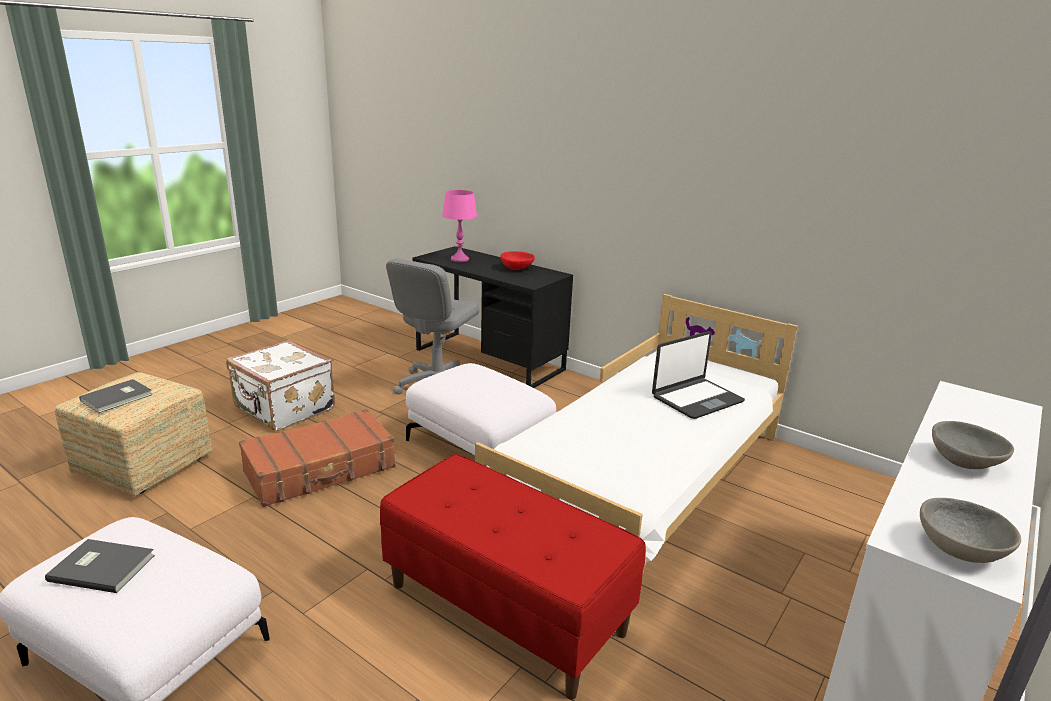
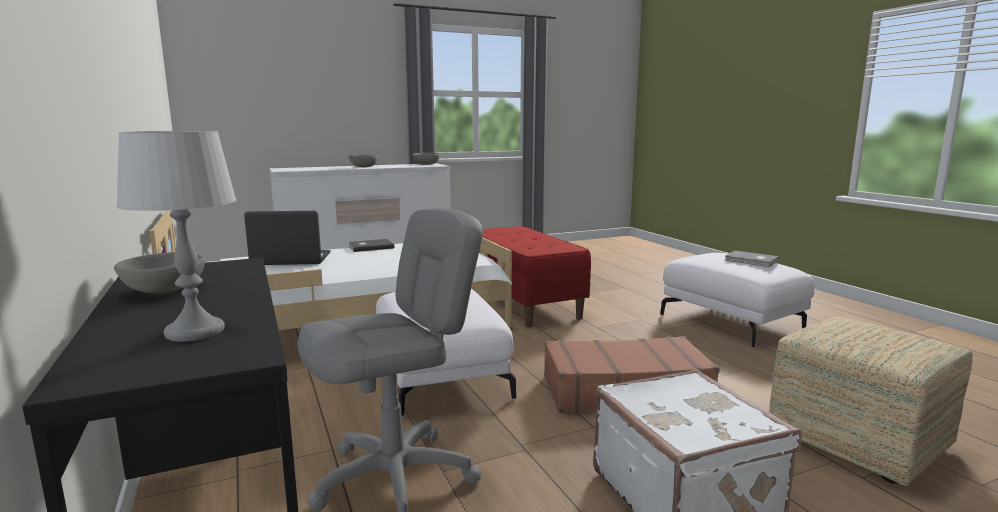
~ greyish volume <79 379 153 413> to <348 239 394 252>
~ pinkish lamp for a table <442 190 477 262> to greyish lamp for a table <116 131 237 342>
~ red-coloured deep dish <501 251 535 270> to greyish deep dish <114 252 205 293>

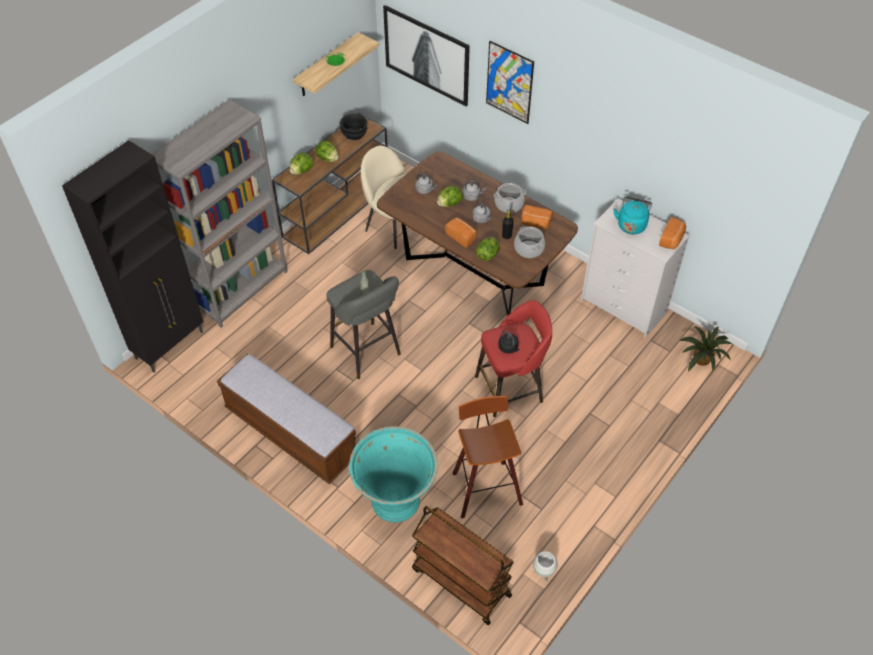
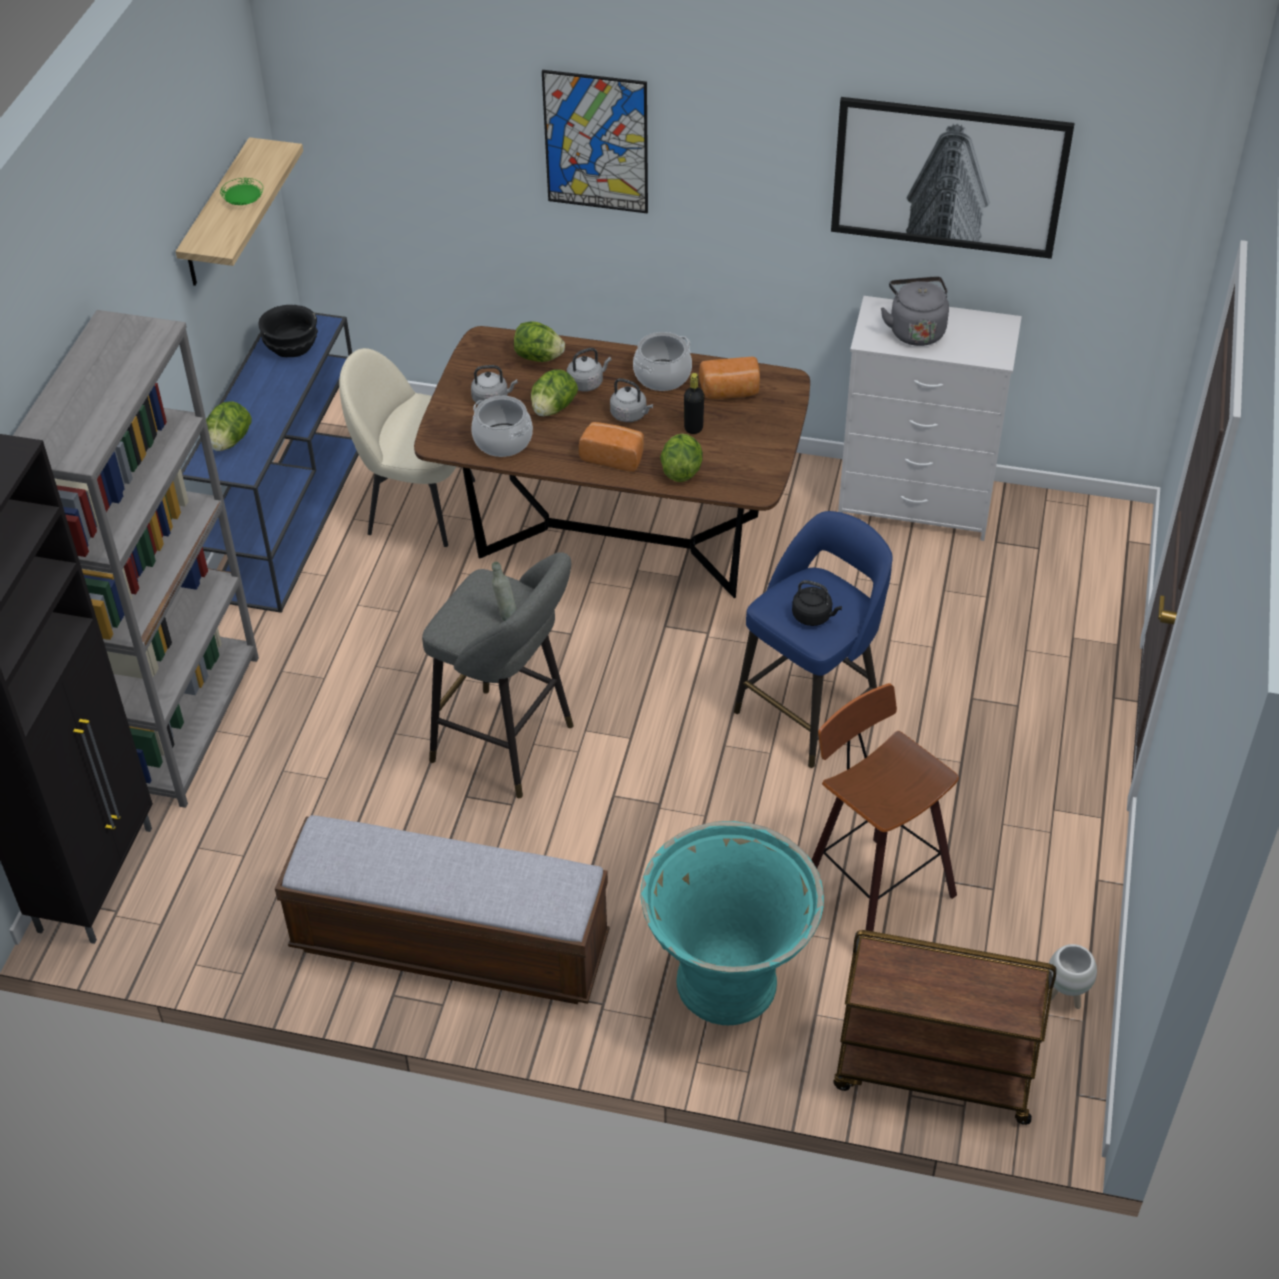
~ brownish console table <272 113 388 254> to blue console table <181 313 359 613>
~ head of lettuce <316 141 339 162> to <514 322 565 362>
~ wall picture <383 5 470 106> to <831 97 1075 259>
~ red-coloured sitting stool <475 300 552 417> to blue sitting stool <734 511 893 768>
~ cooking pot <514 226 545 258> to <471 396 533 457>
~ turquoise kettle <613 196 652 234> to greyish kettle <881 277 949 346>
- bread <659 217 686 249>
- houseplant <680 326 732 372>

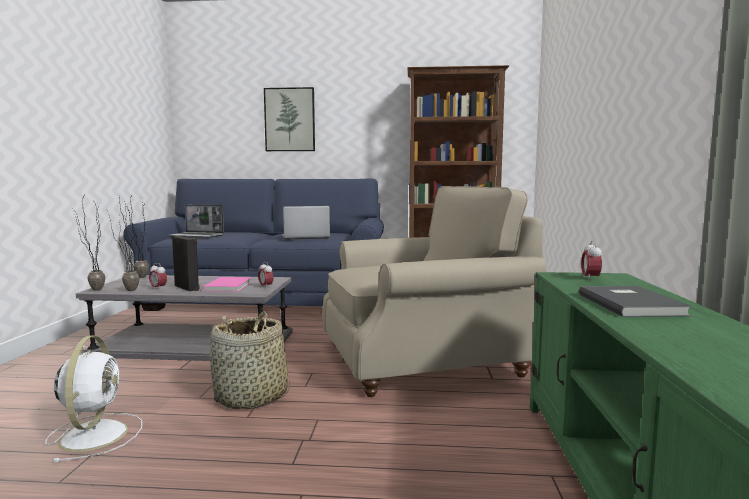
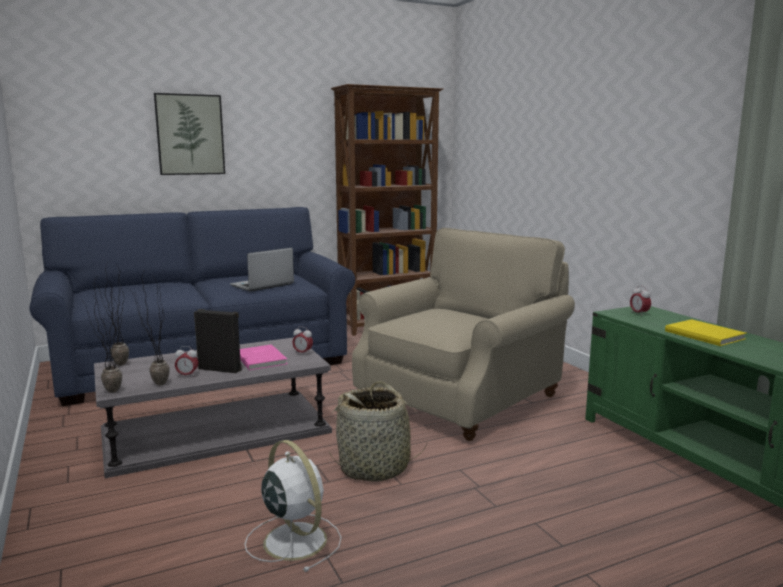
- portable computer <168 204 224 238>
~ greyish volume <579 286 692 317> to yellowish volume <665 319 747 346>

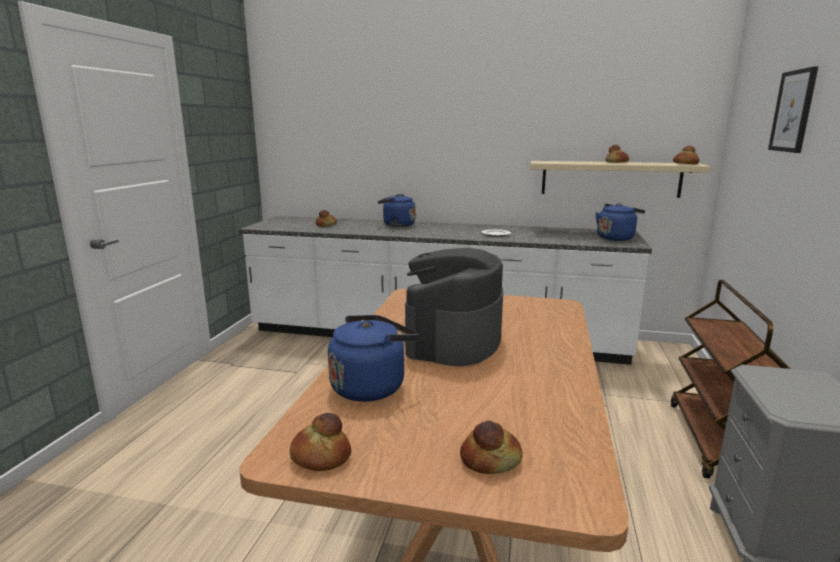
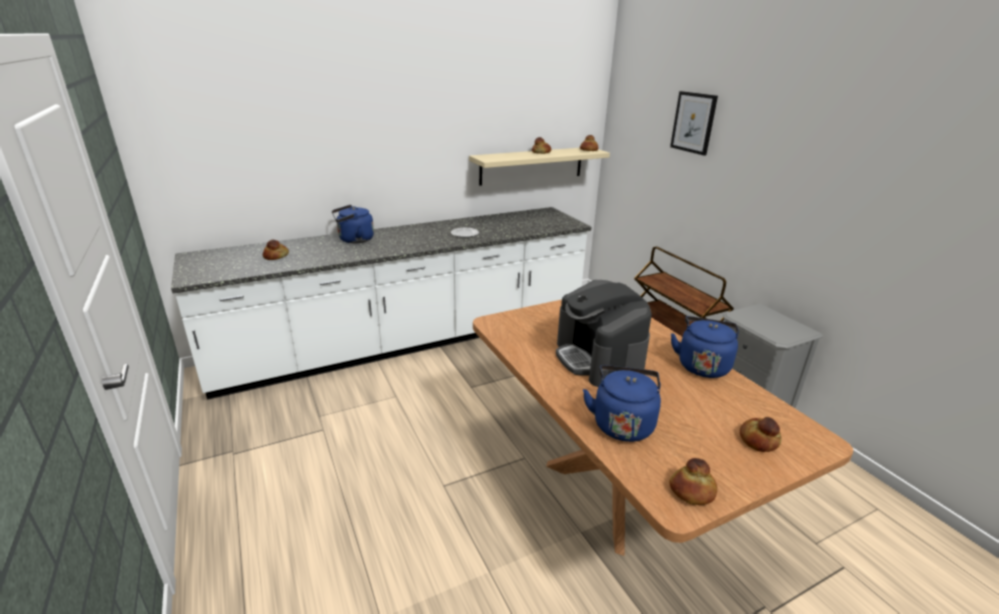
~ blue kettle <596 203 645 241> to <671 316 739 378>

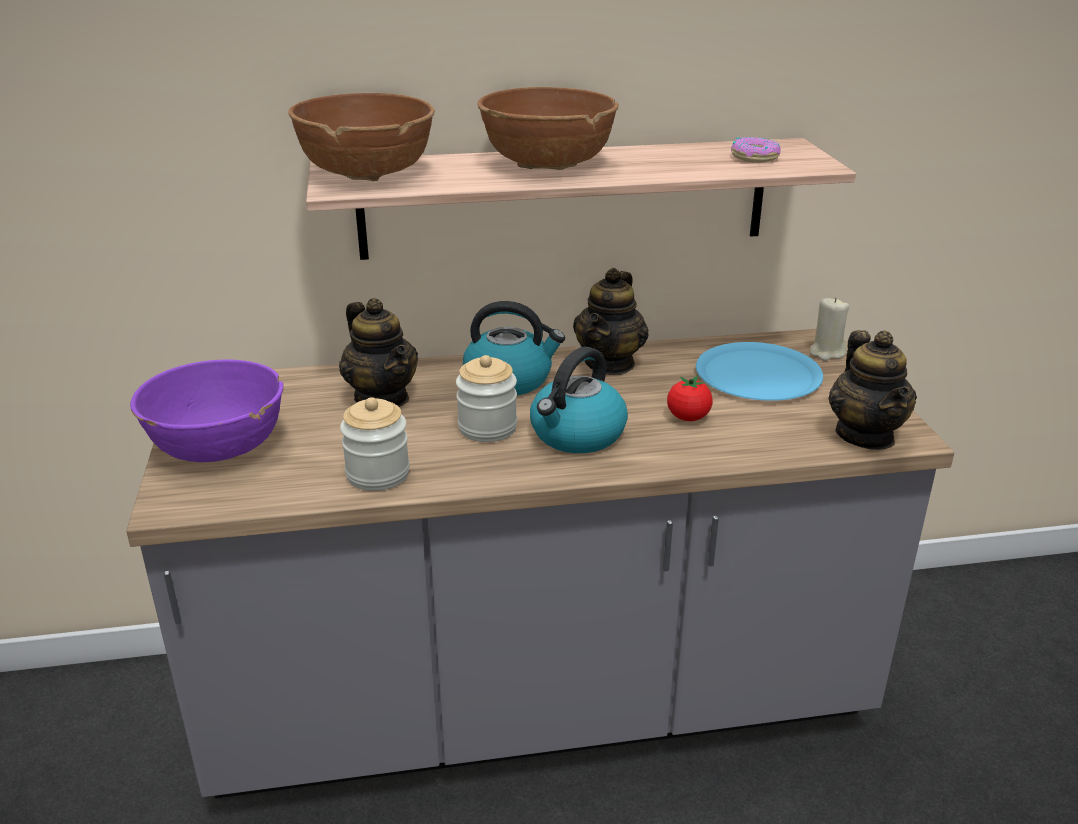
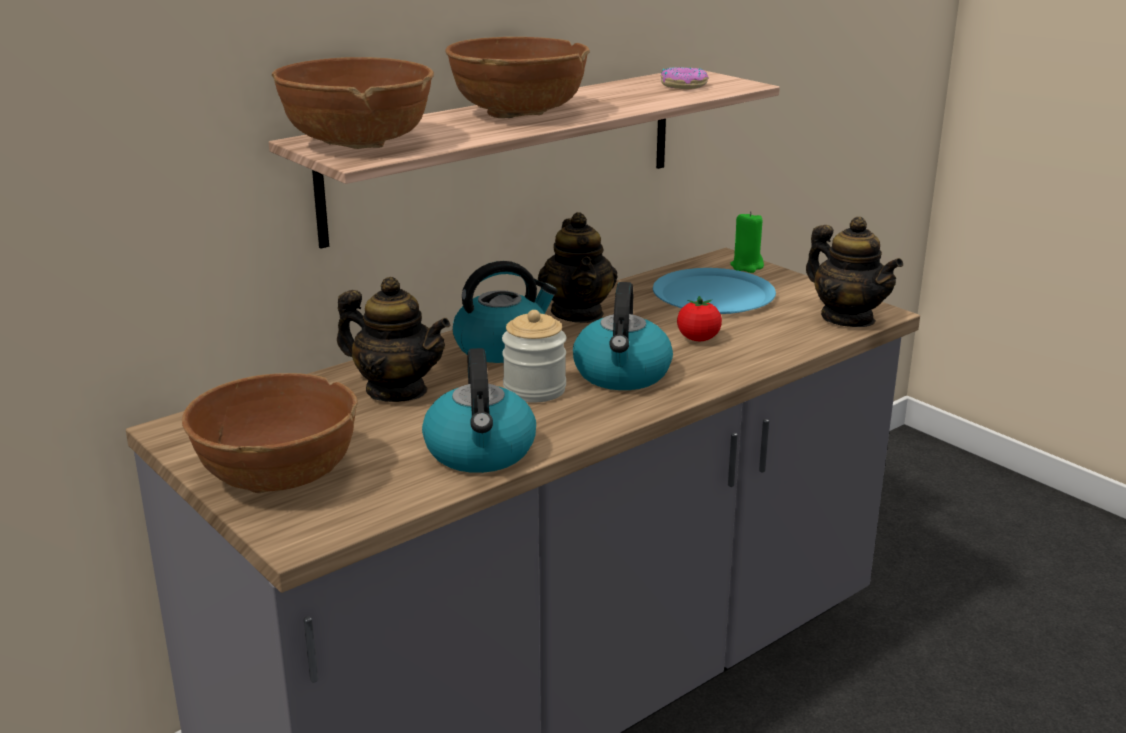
~ purple deep dish <130 359 284 462> to brownish deep dish <182 373 358 493>
~ preserve jar <340 397 410 491> to kettle <422 348 536 473>
~ beige candle <810 297 849 361> to green-coloured candle <730 211 764 273>

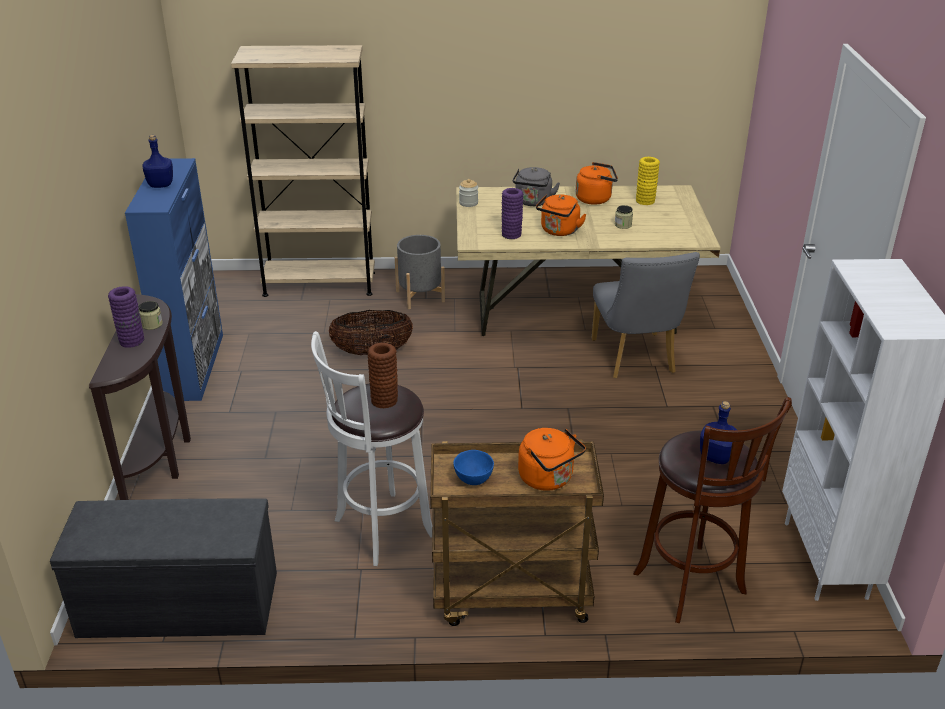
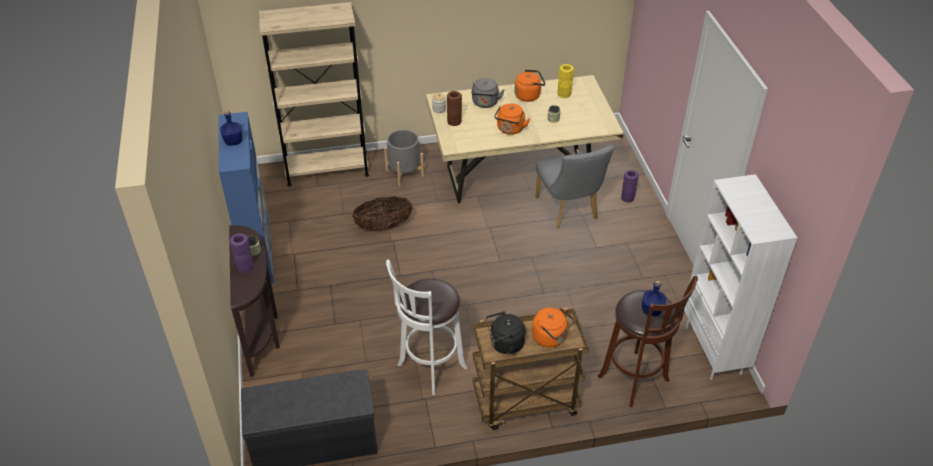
~ brownish vase <368 343 398 408> to <447 91 462 126>
~ blue deep dish <453 450 494 485> to black-coloured kettle <486 311 526 354>
~ purple vase <502 188 523 239> to <621 170 639 202>

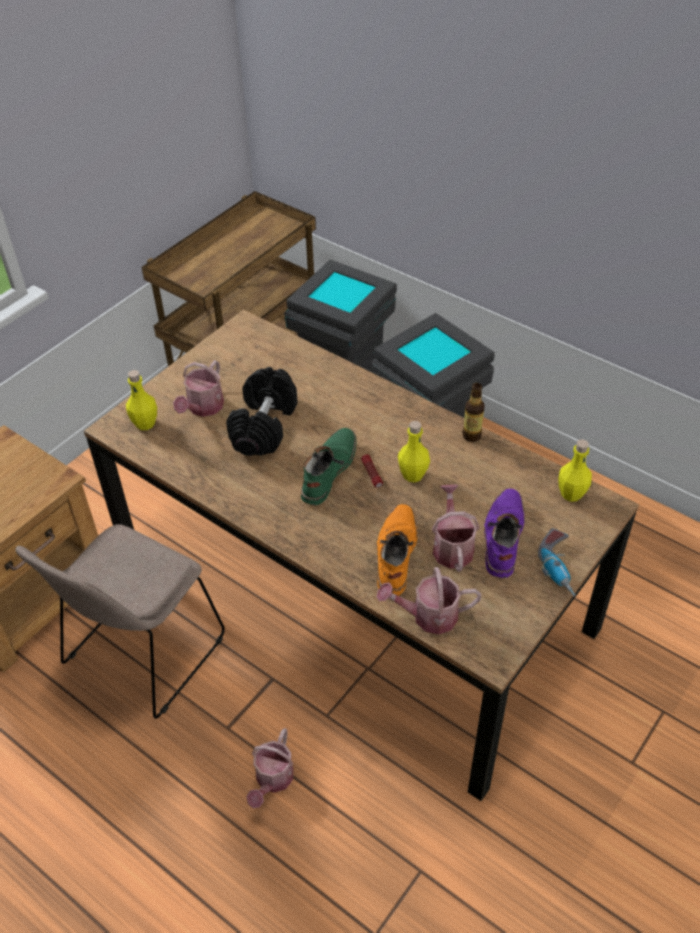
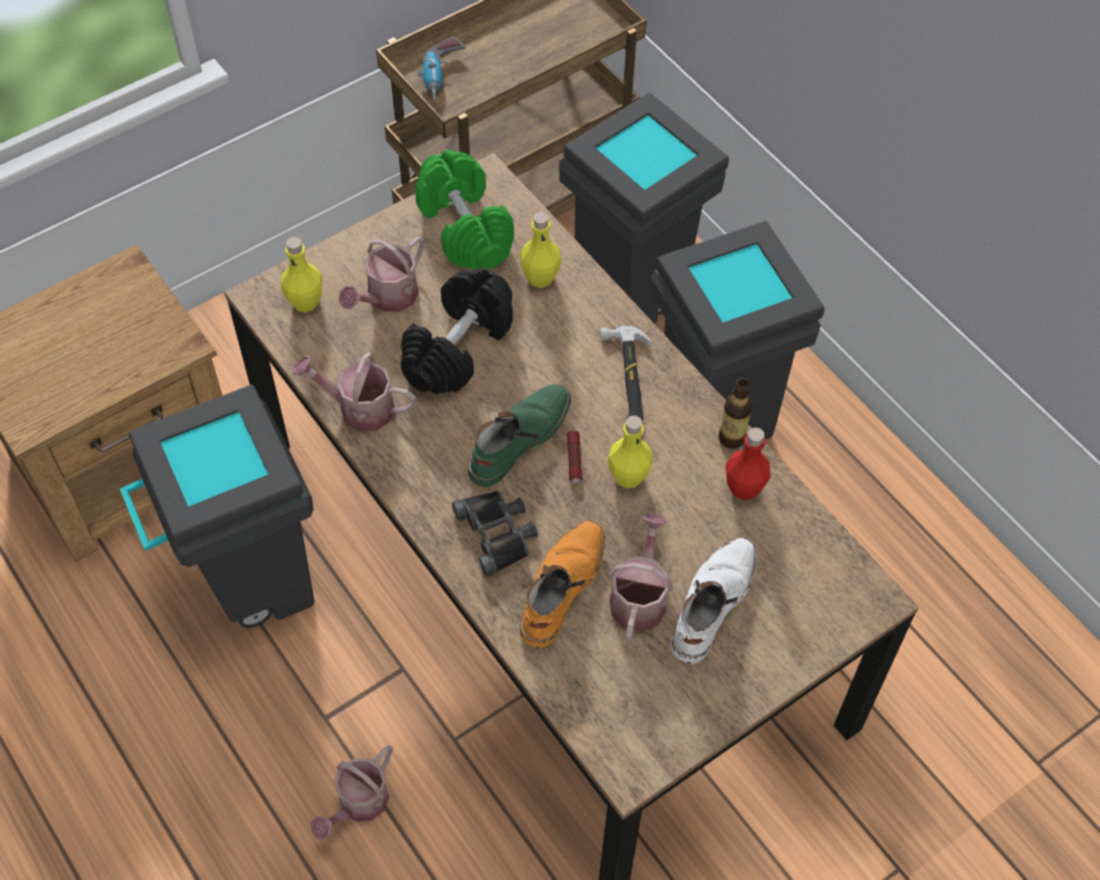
~ beige chair <15 524 225 719> to greyish rubbish bin <120 385 314 628>
~ watering pot <377 567 481 634> to <293 353 416 432>
~ purple boot <484 488 524 578> to whitish boot <670 537 757 664>
~ electric drill <538 529 576 597> to <418 37 465 101>
~ yellowish bottle <558 439 592 502> to <520 212 561 288>
+ green-coloured dumbbell <415 150 514 270>
+ black-coloured field glasses <452 490 538 576>
+ tool hammer <600 325 652 421>
+ red-coloured bottle <726 427 771 500>

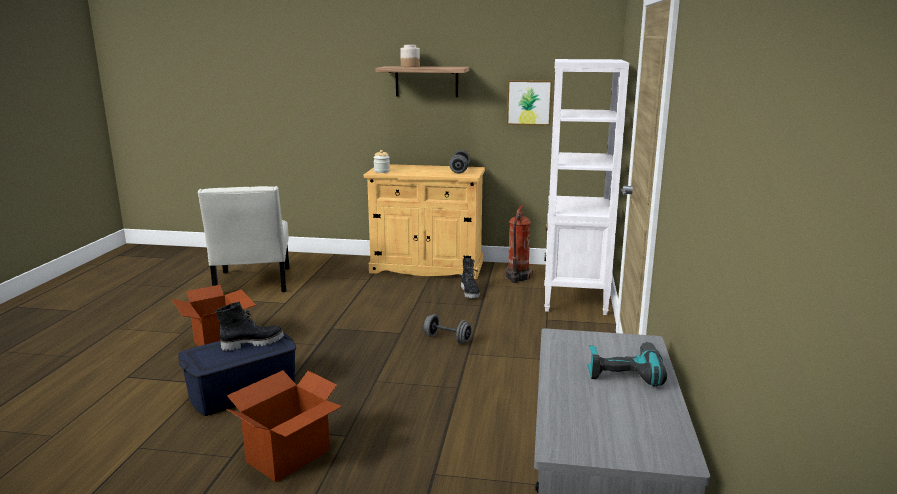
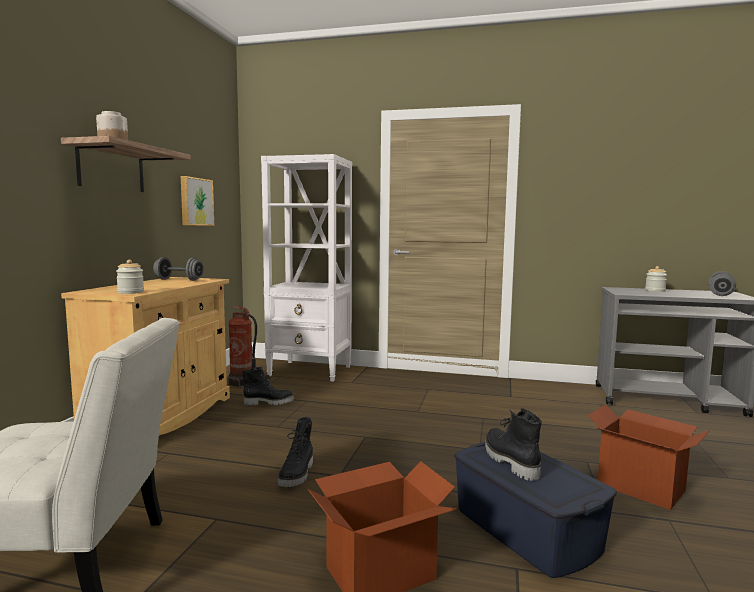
~ greyish dumbbell <424 314 472 344> to <708 271 736 296>
~ electric drill <588 342 667 387> to preserve jar <645 266 667 292>
+ black-coloured boot <278 417 313 487>

